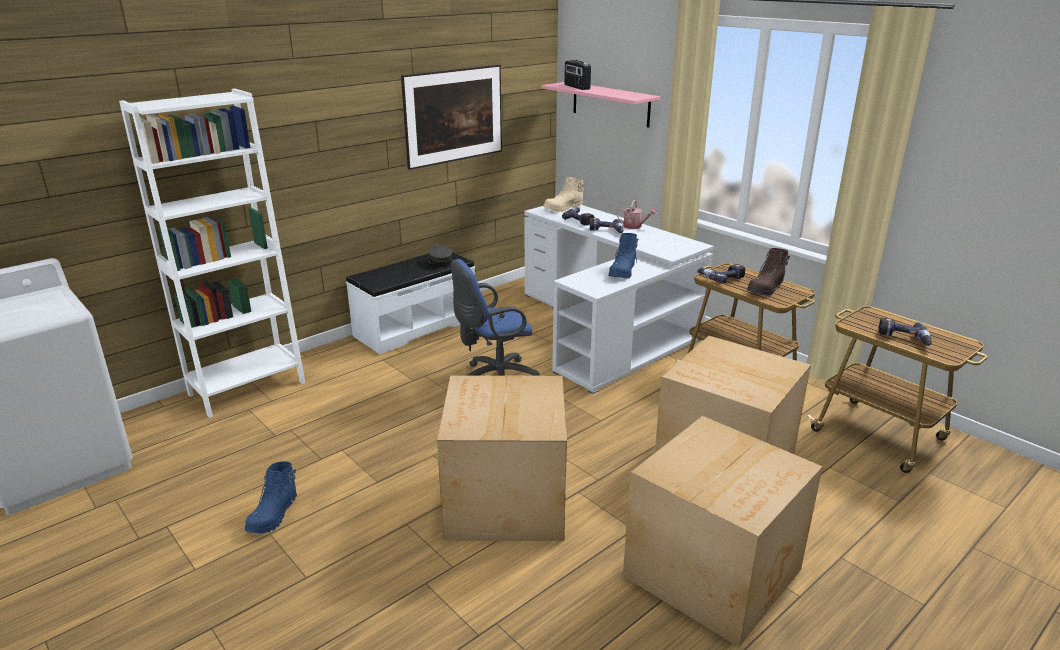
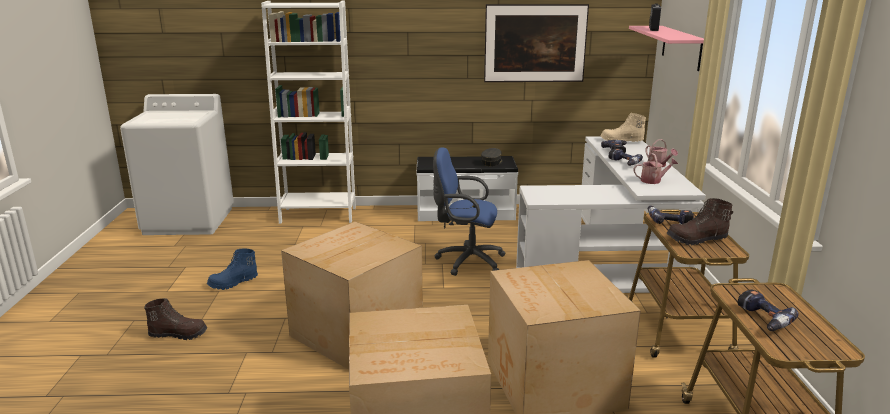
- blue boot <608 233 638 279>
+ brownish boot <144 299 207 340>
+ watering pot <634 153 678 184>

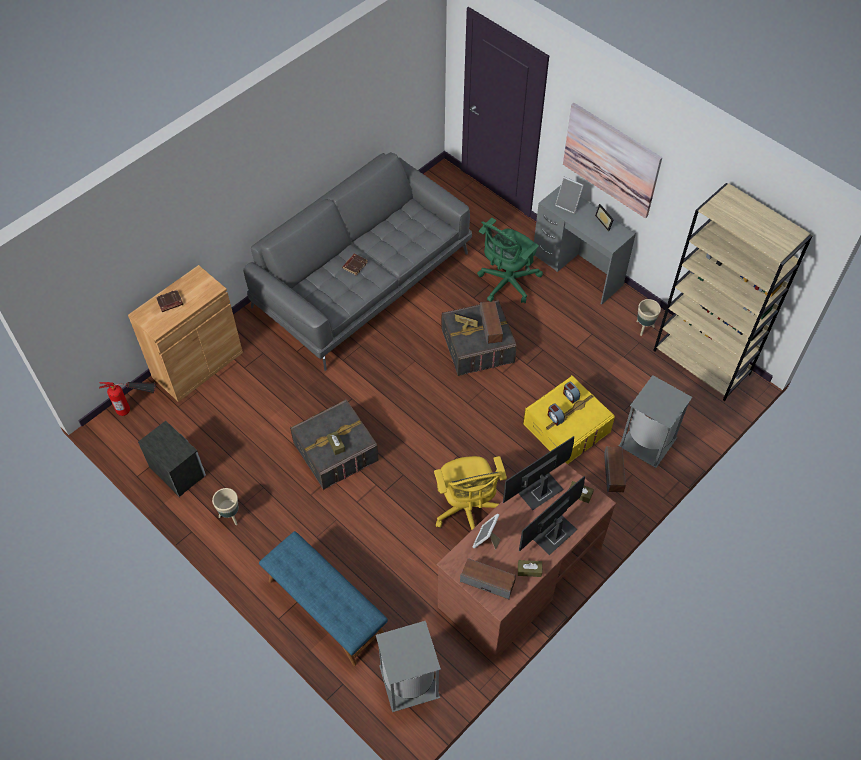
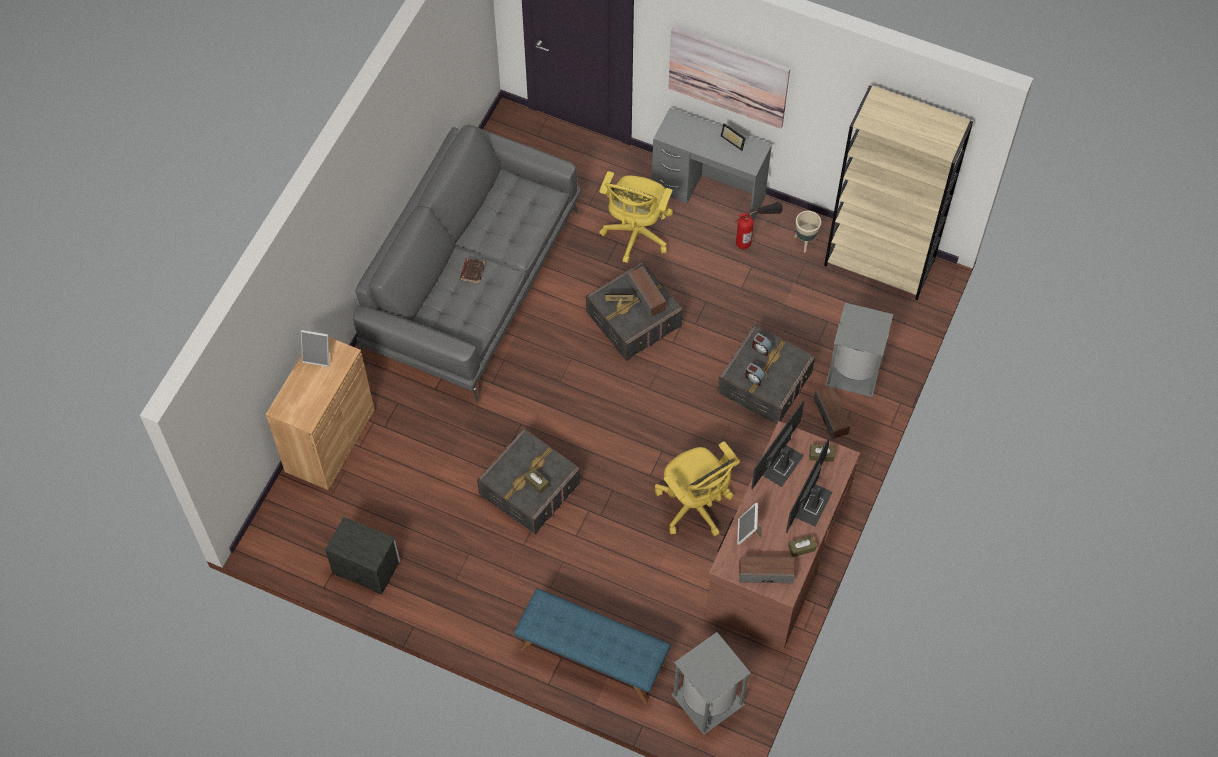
~ fire-fighting cylinder <99 382 155 416> to <735 202 783 249>
- brownish volume <156 290 183 312>
- beige planter <212 488 239 525>
~ green-coloured office chair <477 218 543 303> to yellowish office chair <599 171 673 263>
~ yellowish storage box <523 375 615 464> to greyish storage box <717 325 815 425>
~ standing frame <555 177 584 214> to <301 330 329 367>

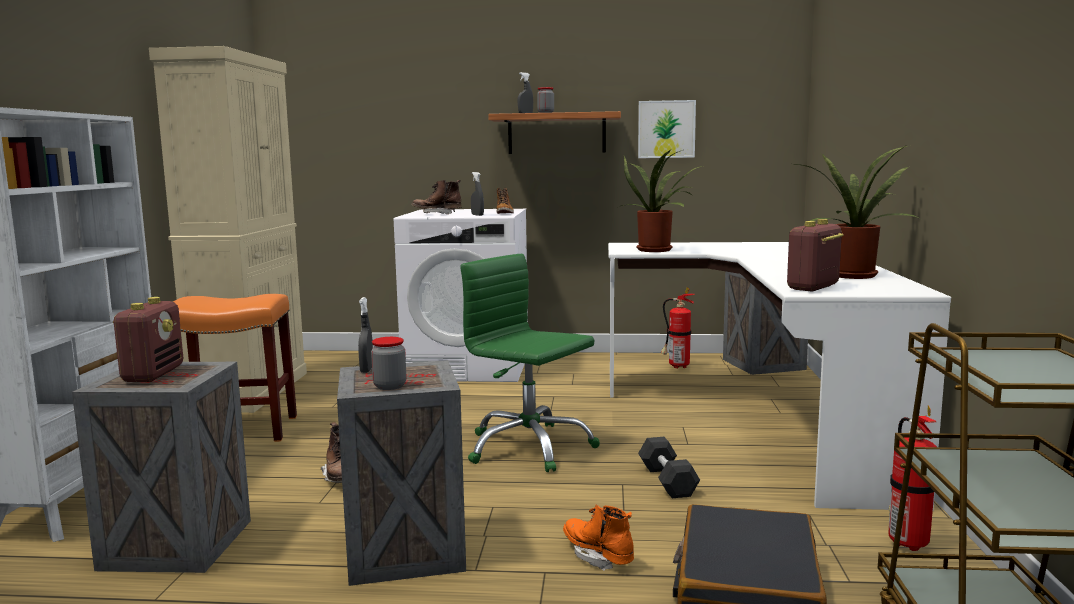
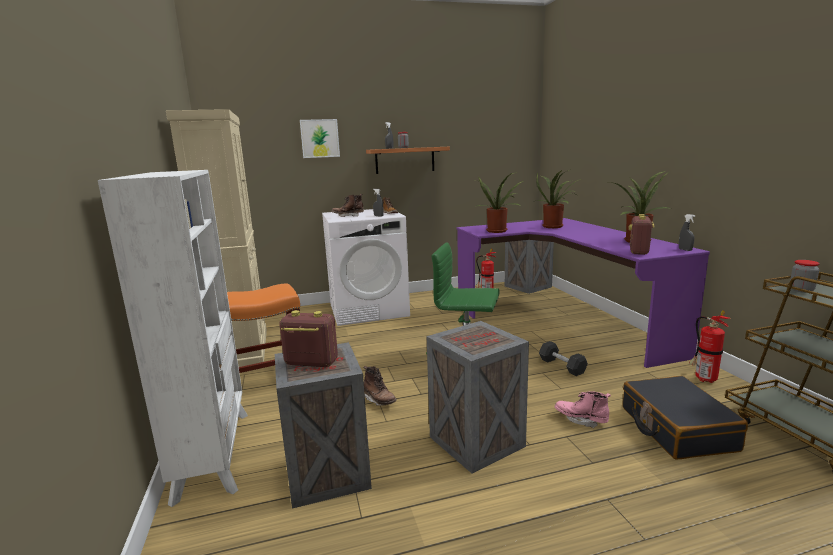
~ radio set <113 297 183 382> = <279 310 338 367> 60 degrees counterclockwise
~ greyish sprayer <358 297 373 373> to <679 214 695 251>
~ preserve jar <371 337 406 390> to <790 260 820 293>
~ orange-coloured boot <563 505 634 571> to pinkish boot <555 391 611 428>
~ whitish desk table <608 242 951 510> to purple desk table <456 218 710 368>
~ wall picture <638 100 696 158> to <300 119 340 158>
+ houseplant <533 170 581 228>

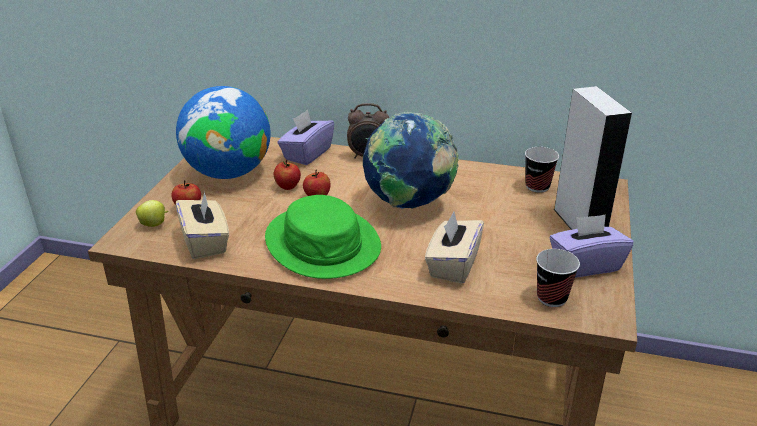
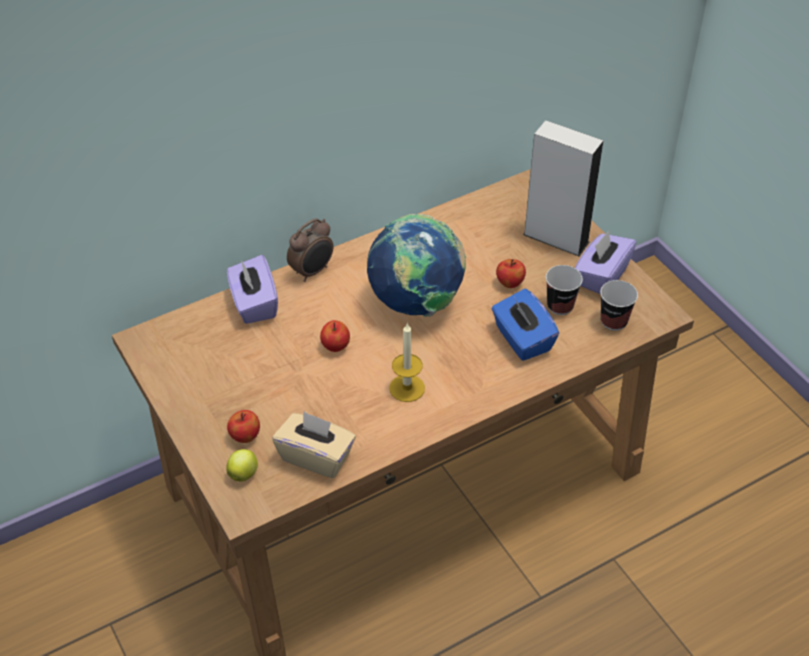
- desk globe <176 86 270 179>
~ green-coloured hat <265 195 381 279> to candle <389 323 425 402>
~ apple fruit <273 160 301 190> to <496 259 526 288>
~ beige tissue box <425 212 484 283> to blue tissue box <491 288 559 361>
~ drinking cup <525 147 559 193> to <546 265 583 315>

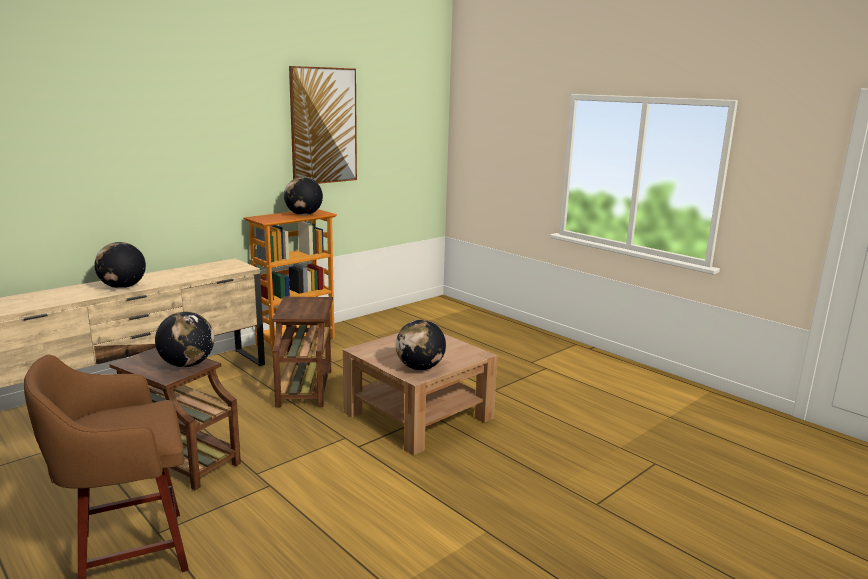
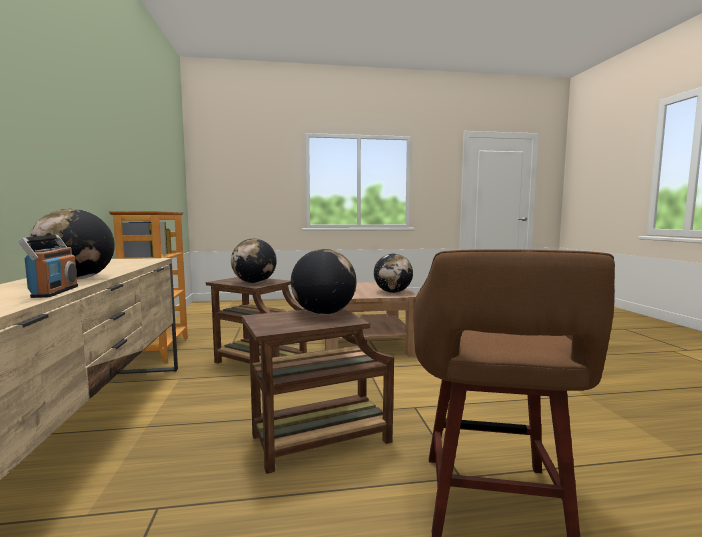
~ desk globe <284 177 323 215> to <231 239 277 283>
- wall picture <289 66 357 184>
+ radio set <18 235 78 298>

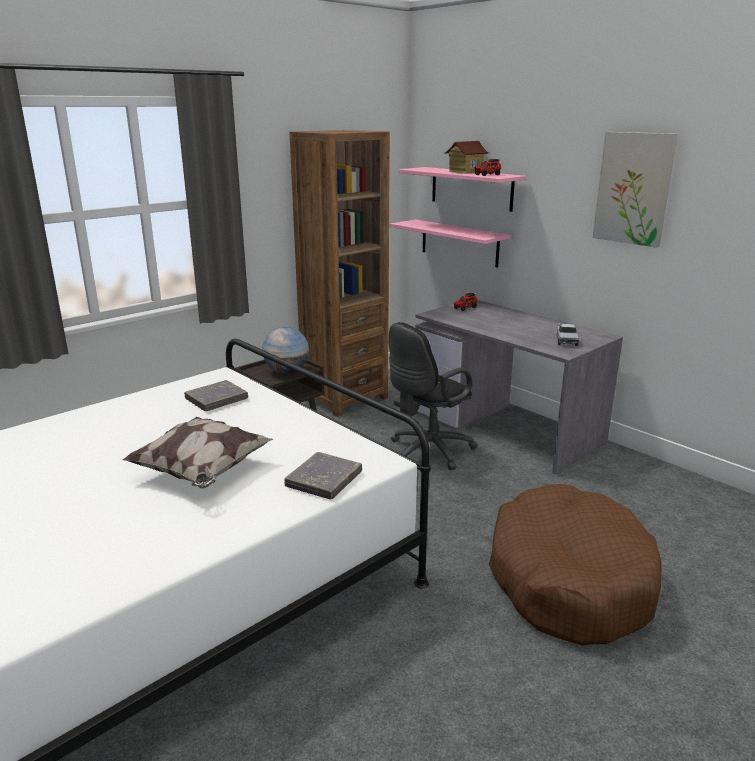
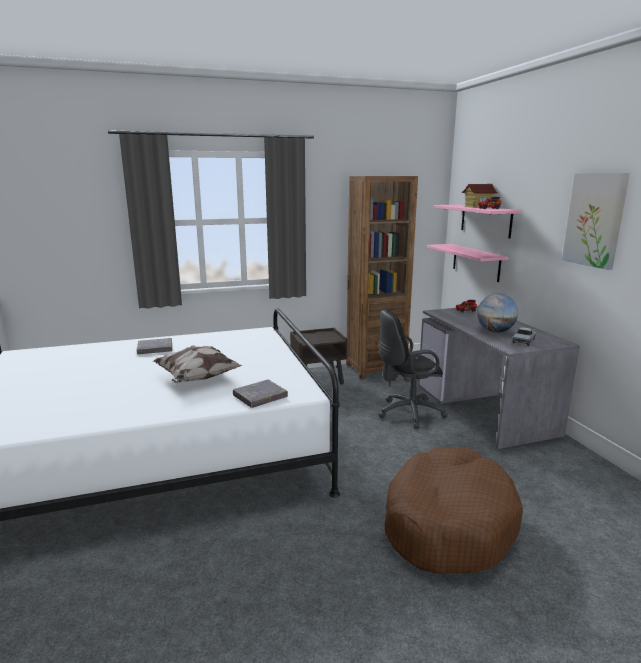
~ greyish volume <184 380 248 411> to <137 338 172 354>
~ desk globe <262 327 309 373> to <477 294 518 333>

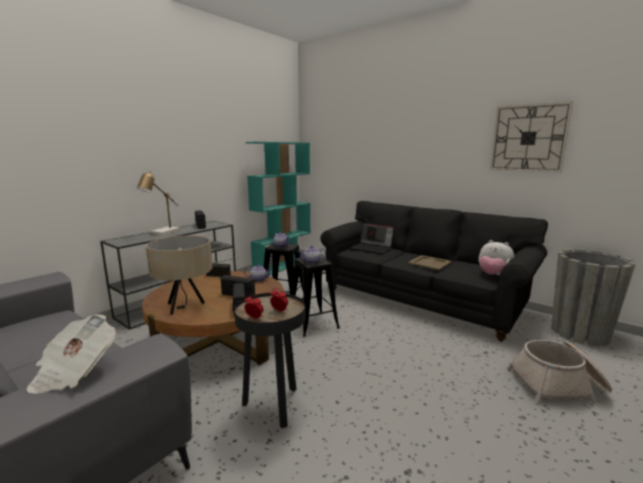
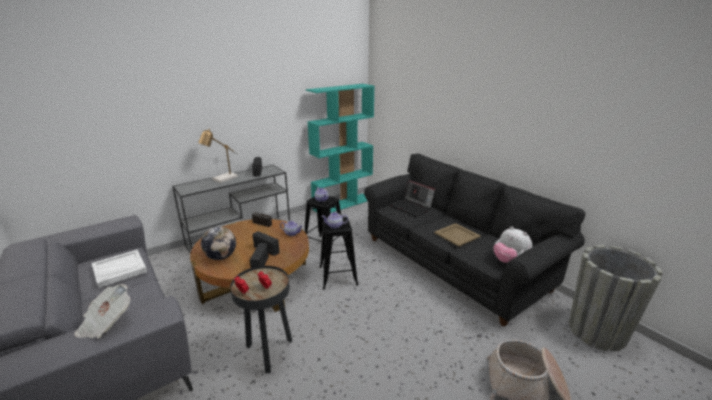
~ beige lamp for a table <146 236 213 315> to desk globe <201 227 236 260>
- hanging clock <490 101 573 173>
+ whitish tray <92 250 147 288>

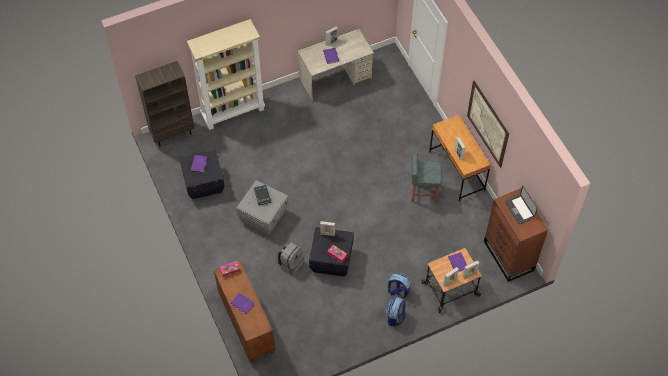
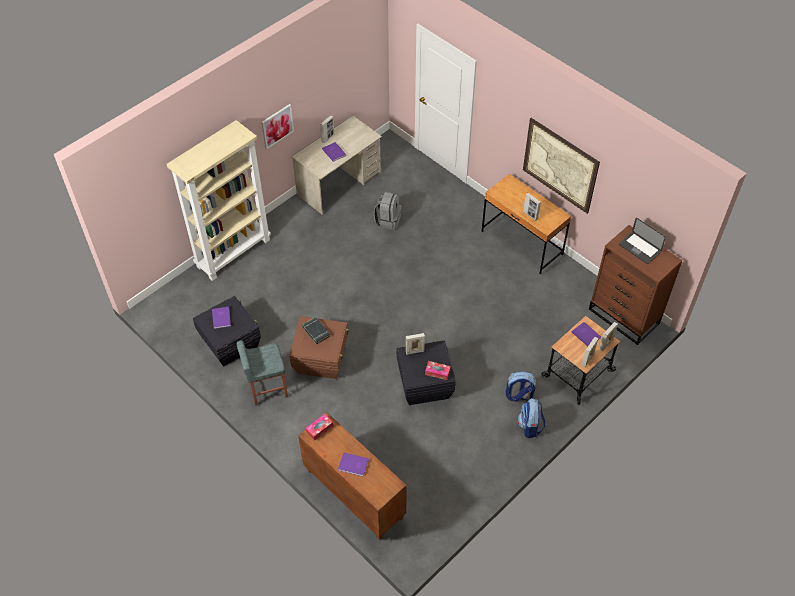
- brownish shelving unit <135 61 195 146>
~ greyish storage box <236 180 289 235> to brownish storage box <289 316 349 379>
~ greyish backpack <277 242 304 275> to <374 192 402 230>
~ greyish sitting stool <412 153 442 203> to <237 340 288 406>
+ wall picture <262 104 294 149>

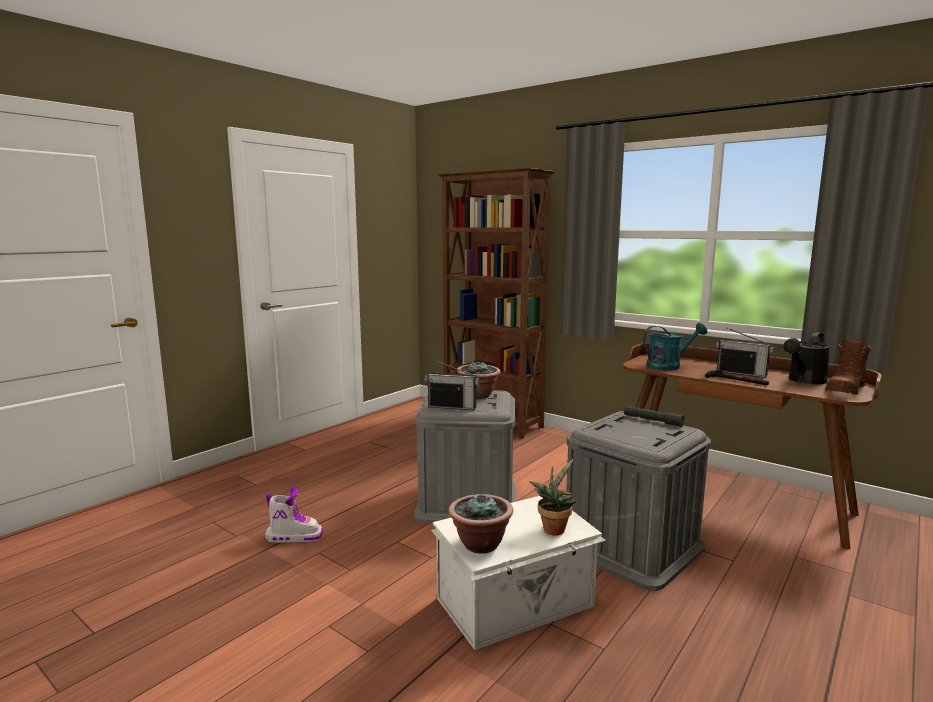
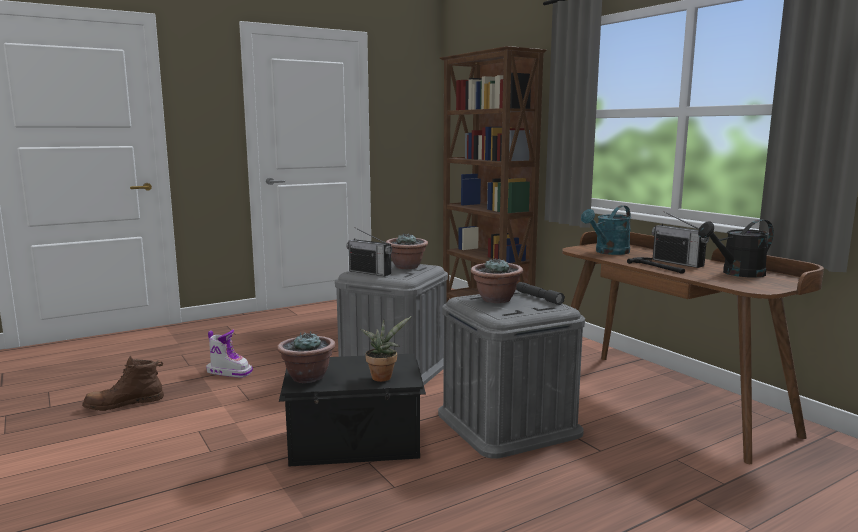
~ whitish storage box <431 496 606 650> to black-coloured storage box <279 354 426 467>
~ turquoise watering pot <643 323 707 371> = <581 205 631 255> 135 degrees clockwise
~ brownish boot <825 339 871 395> to <82 355 164 411>
+ houseplant <471 258 523 303>

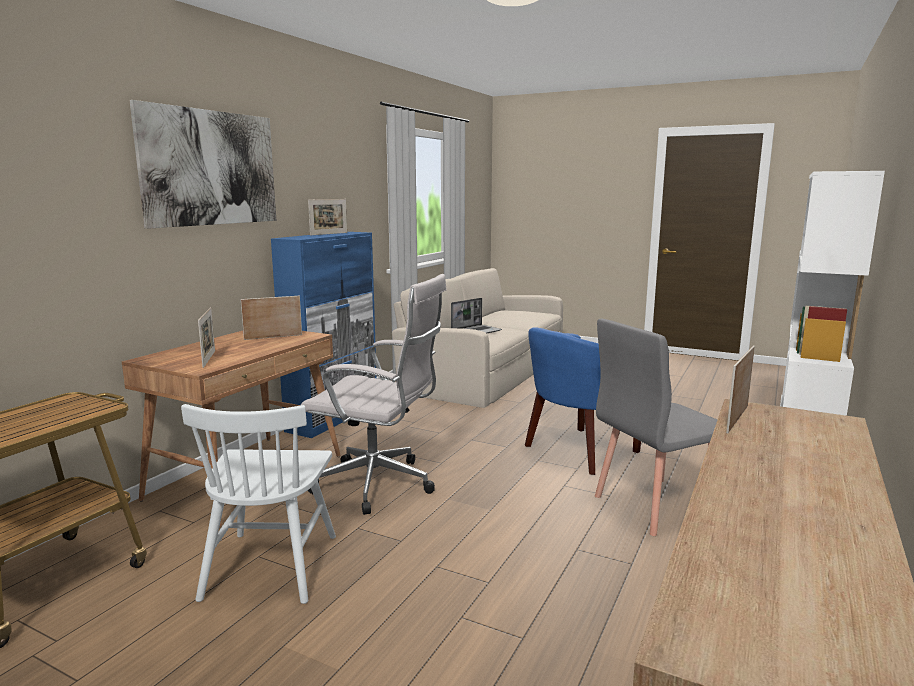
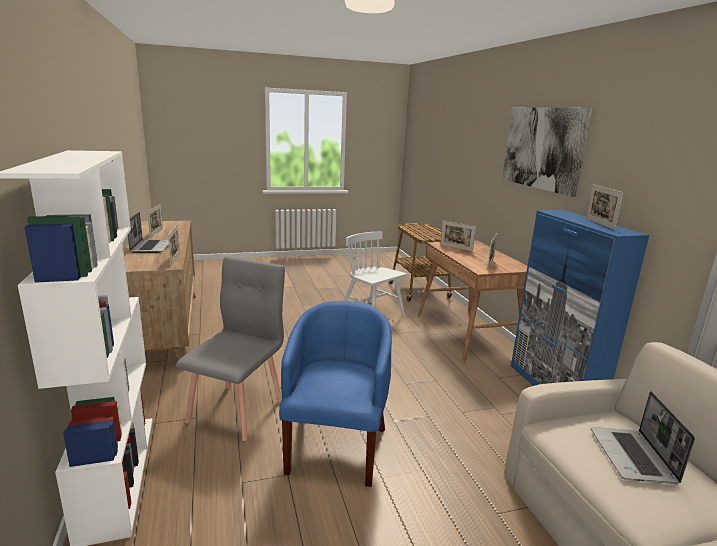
- whitish office chair <301 274 447 515>
+ portable computer <128 212 169 253>
+ standing frame <147 204 163 238>

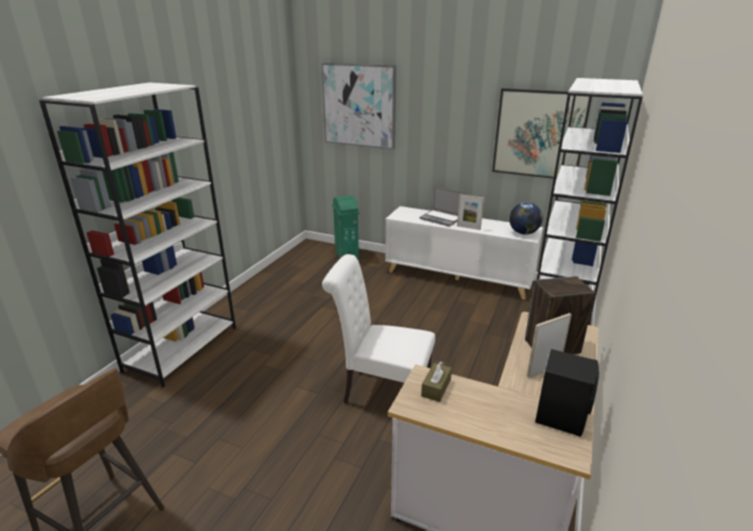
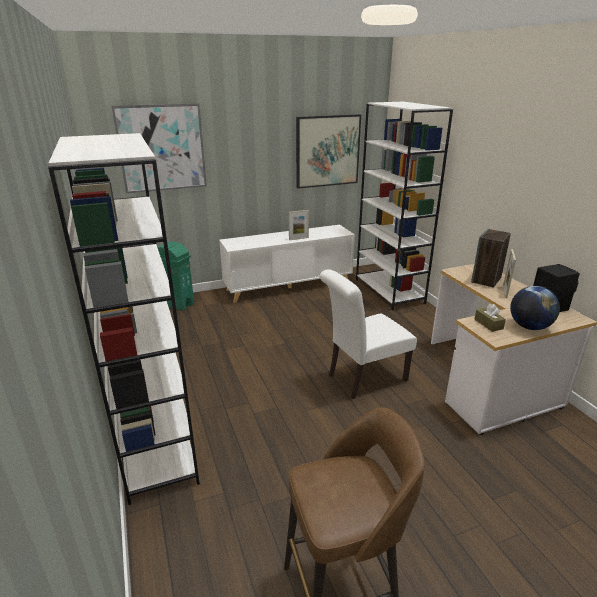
- portable computer <420 186 465 227>
~ desk globe <509 202 543 235> to <510 286 560 330>

